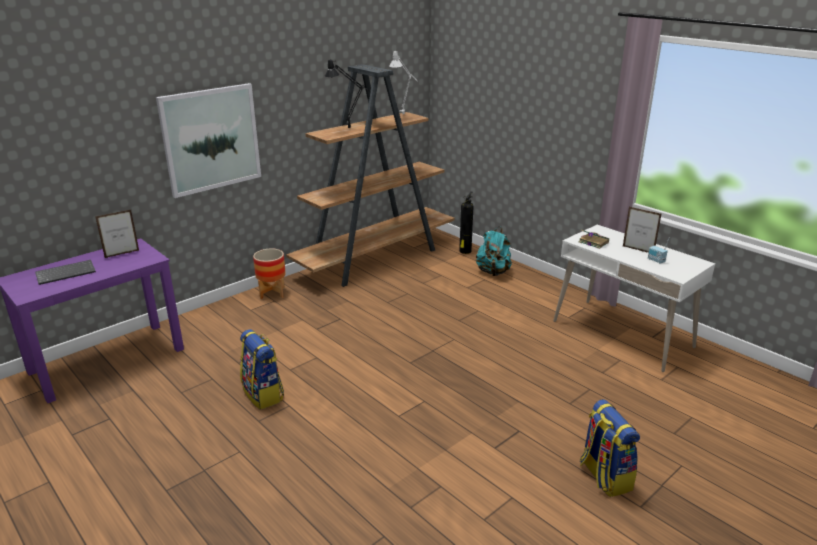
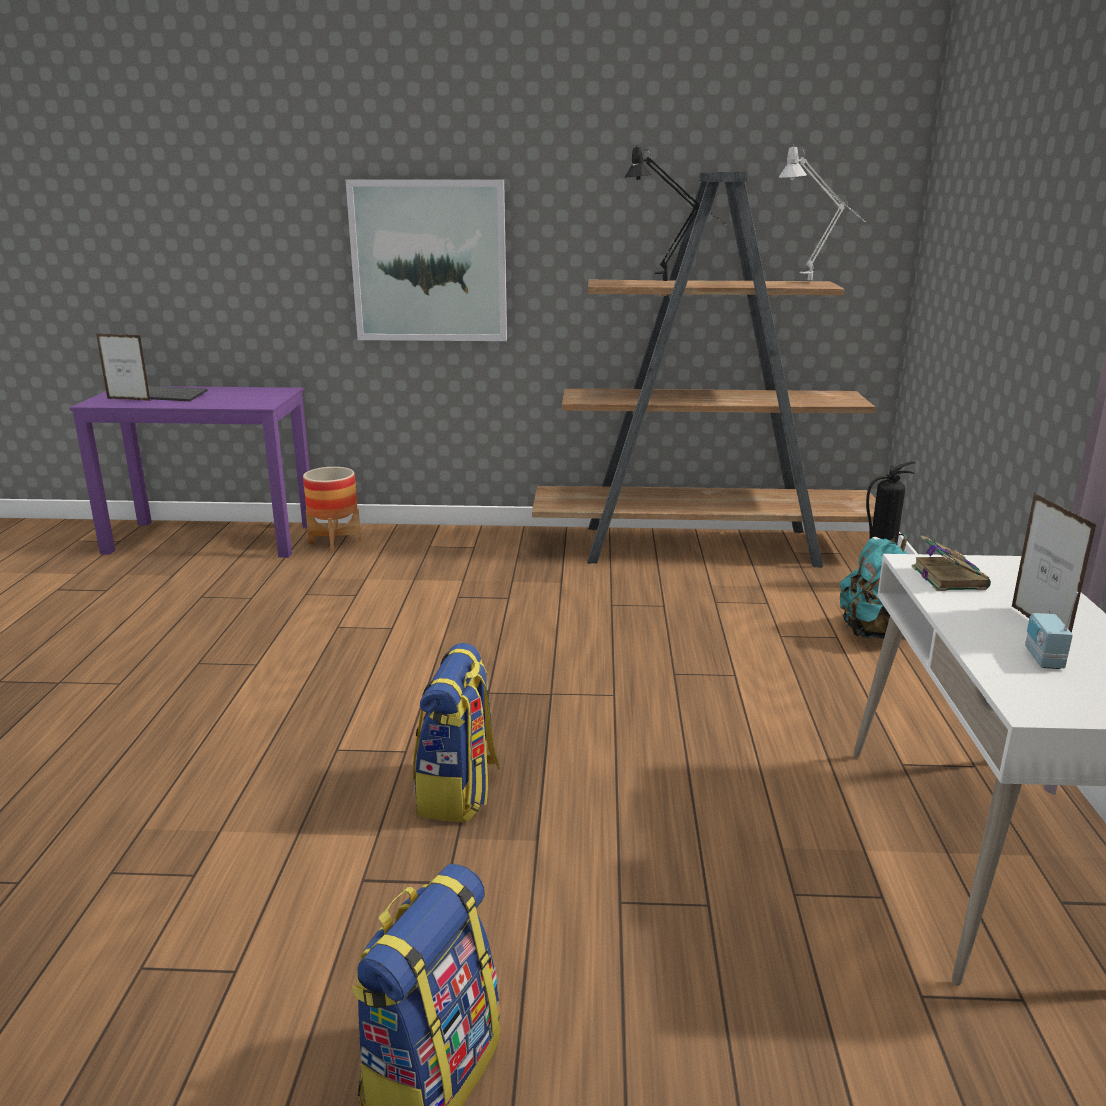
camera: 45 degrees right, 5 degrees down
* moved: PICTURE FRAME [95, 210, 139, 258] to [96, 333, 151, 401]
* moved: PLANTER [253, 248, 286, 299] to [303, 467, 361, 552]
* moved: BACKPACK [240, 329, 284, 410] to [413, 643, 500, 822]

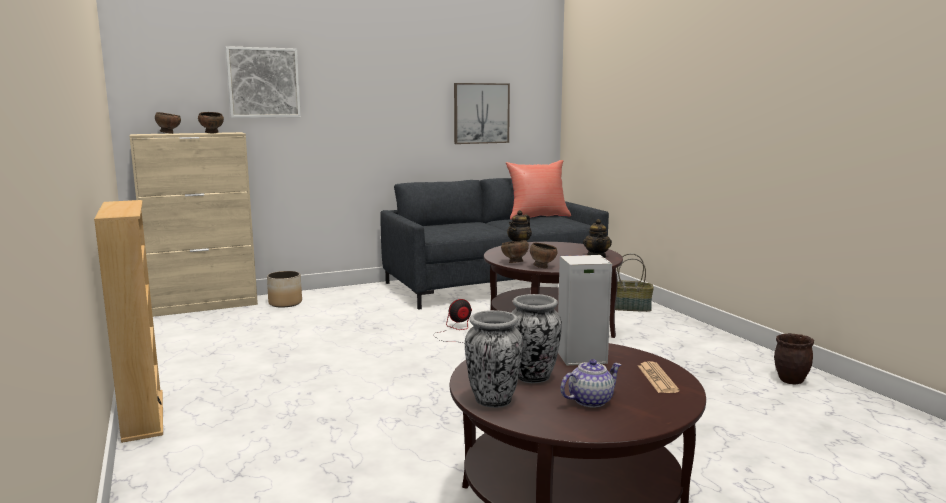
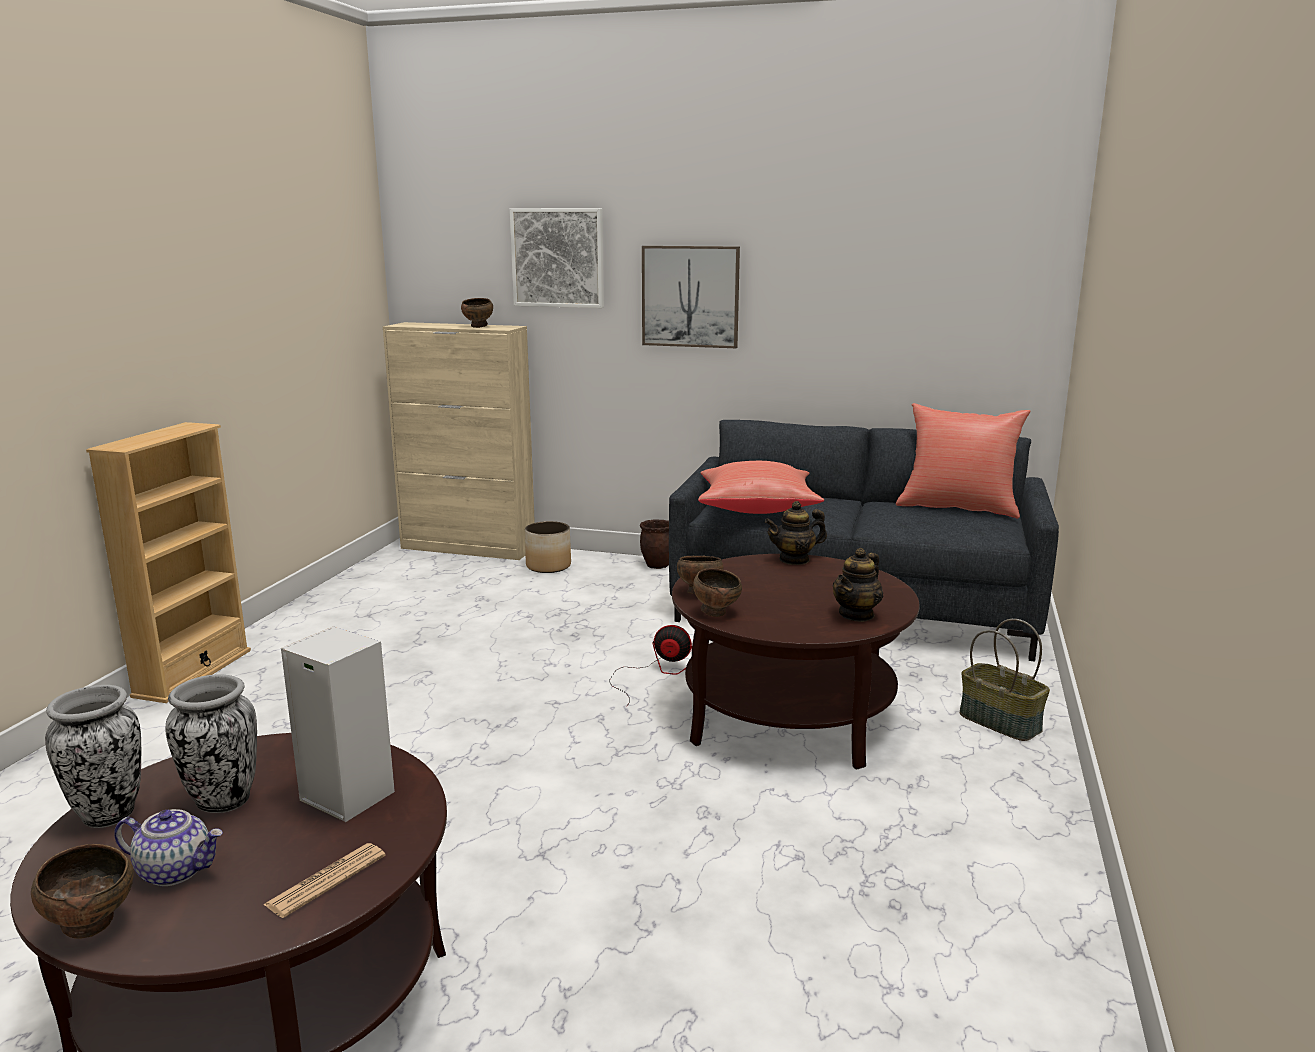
camera: 40 degrees right, 5 degrees up
* moved: PICTURE [454, 83, 510, 144] to [642, 246, 740, 348]
* moved: BROWN BOWL [155, 112, 181, 134] to [31, 844, 134, 939]
* moved: BROWN PLANTER [774, 333, 814, 385] to [640, 519, 669, 569]
* added: RED PILLOW [698, 461, 824, 514]

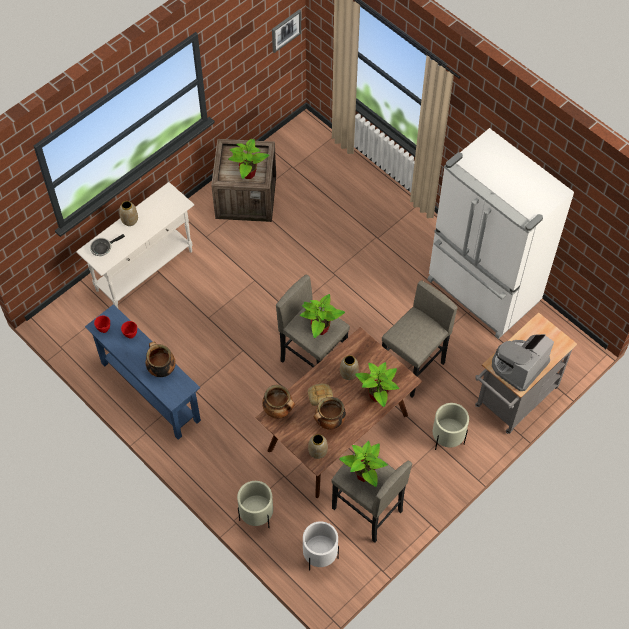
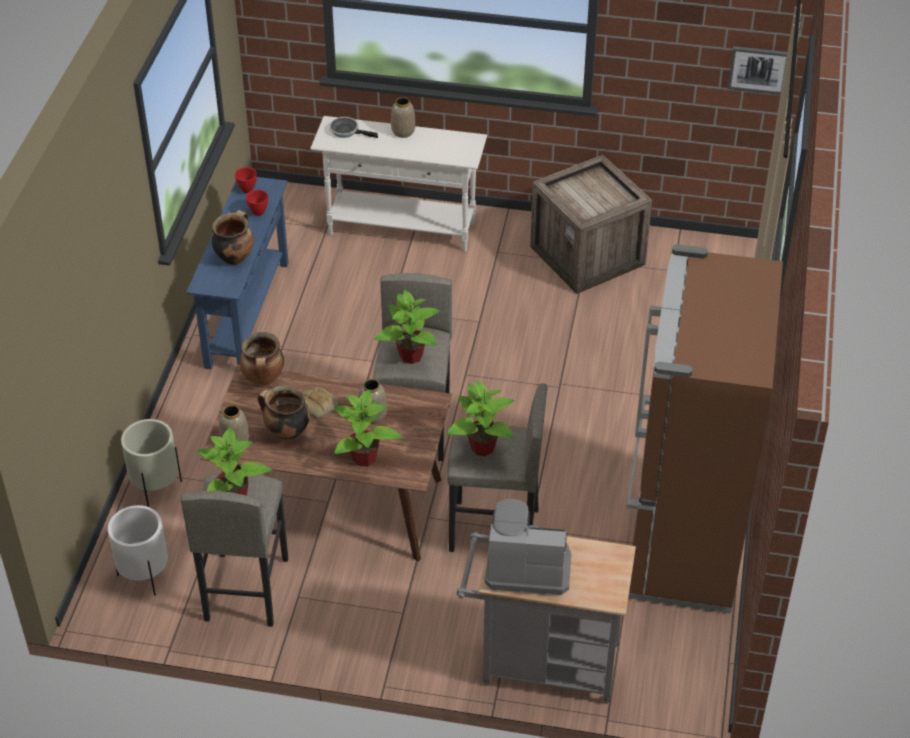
camera: 55 degrees right, 15 degrees down
* recoloured: WHITE FRIDGE [427, 128, 574, 339] to BROWN FRIDGE [626, 244, 783, 614]
* moved: POTTED PLANT [228, 139, 269, 179] to [447, 380, 515, 456]
* removed: BEIGE PLANTER [433, 403, 469, 450]

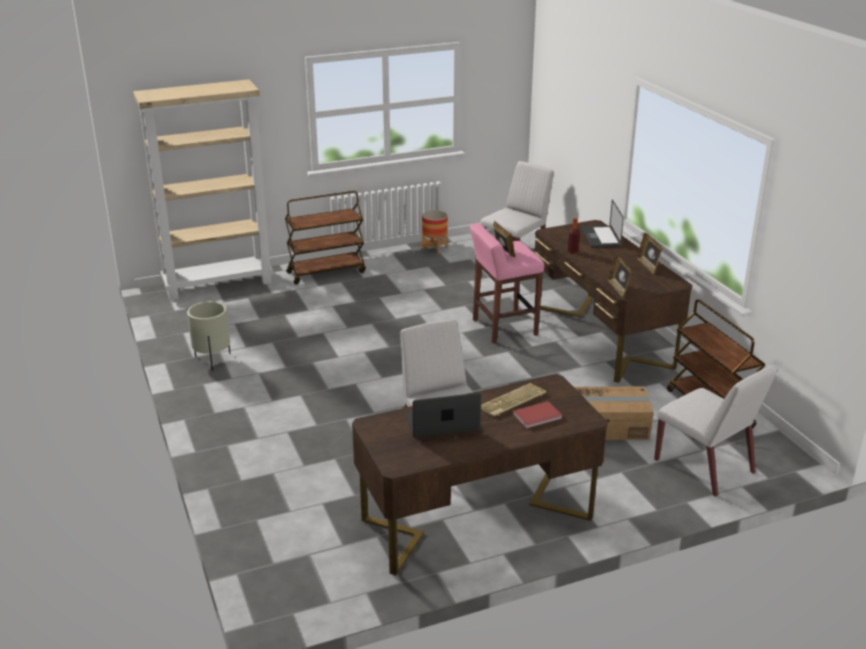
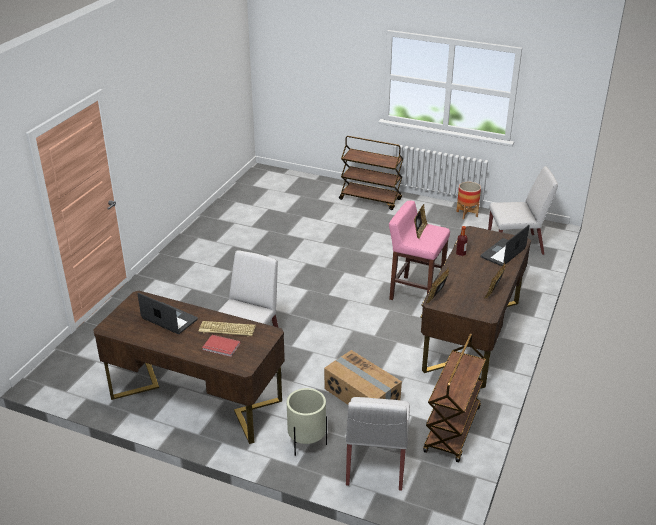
camera: 45 degrees right, 5 degrees up
* removed: BEIGE BOOKCASE [133, 79, 273, 300]
* moved: BEIGE PLANTER [187, 301, 231, 371] to [287, 388, 327, 456]

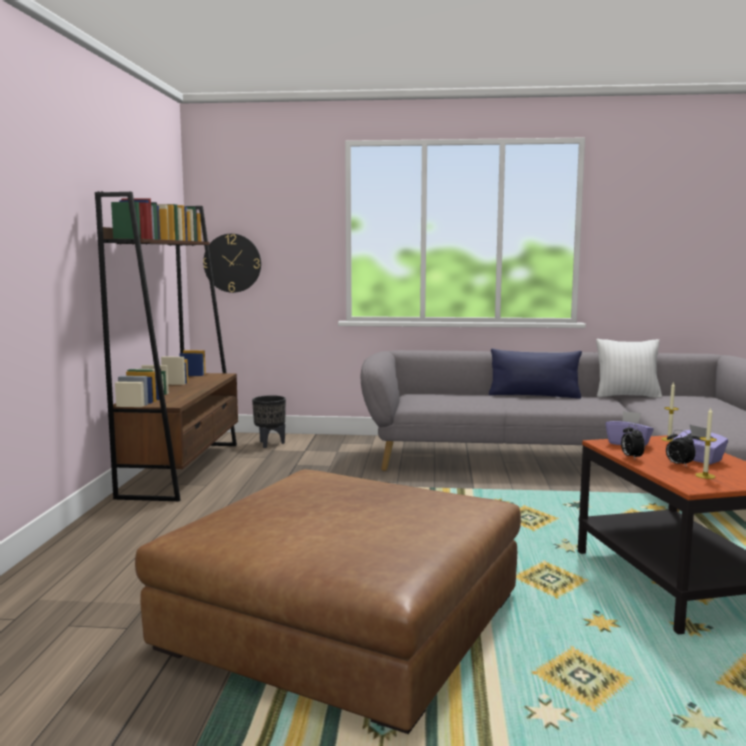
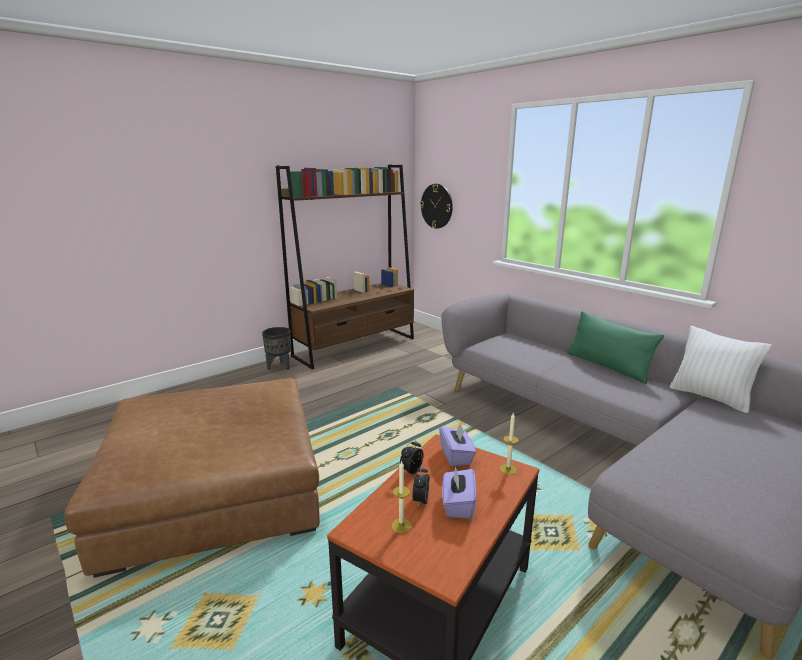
camera: 45 degrees right, 10 degrees up
* recoloured: BLUE PILLOW [489, 349, 582, 399] to GREEN PILLOW [567, 311, 664, 384]
* moved: BLACK PLANTER [252, 395, 286, 448] to [262, 327, 291, 370]

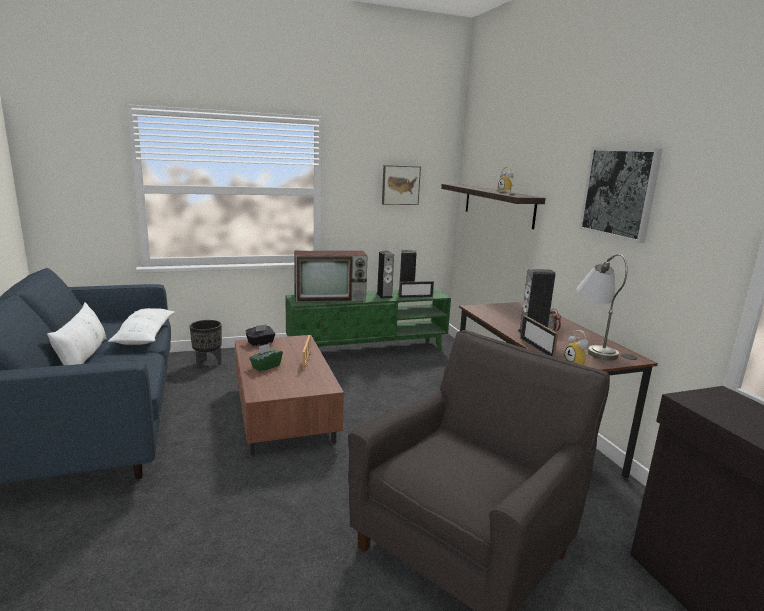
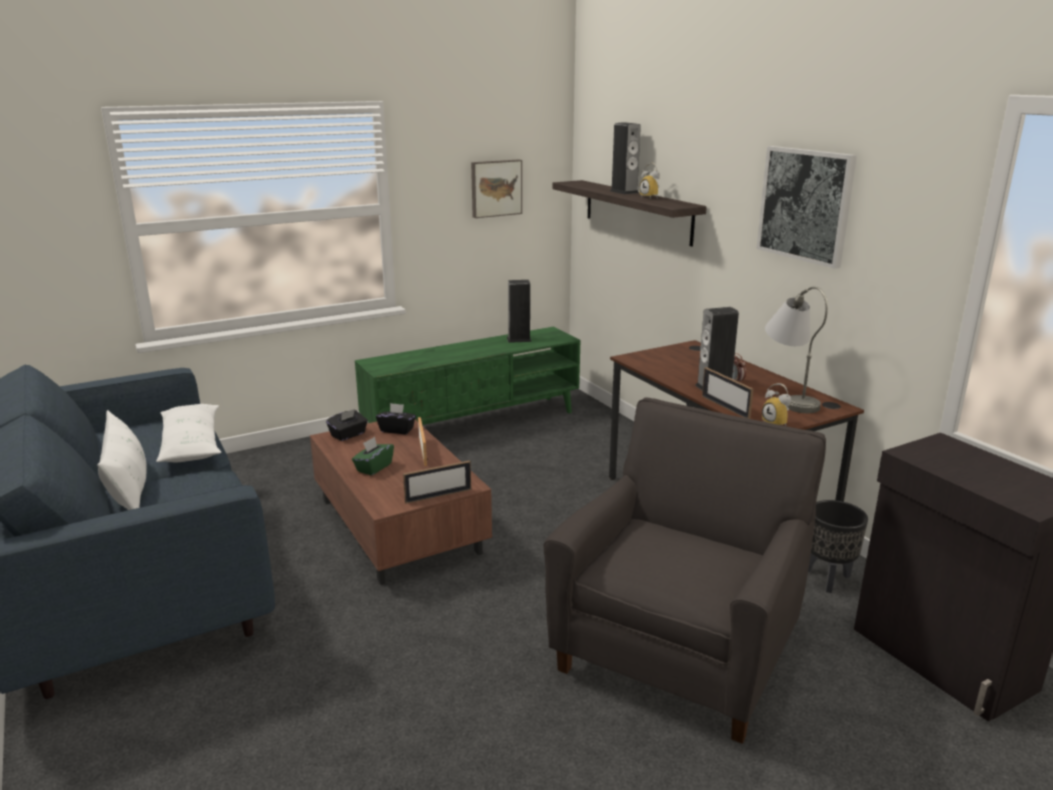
camera: 10 degrees left, 5 degrees up
* removed: TELEVISION [294, 251, 368, 302]
* moved: SPEAKER [376, 251, 394, 298] to [610, 122, 641, 194]
* moved: PICTURE FRAME [399, 281, 434, 298] to [403, 460, 471, 504]
* moved: BLACK PLANTER [190, 320, 222, 369] to [808, 500, 868, 593]
* added: BLACK TISSUE BOX [376, 403, 416, 434]

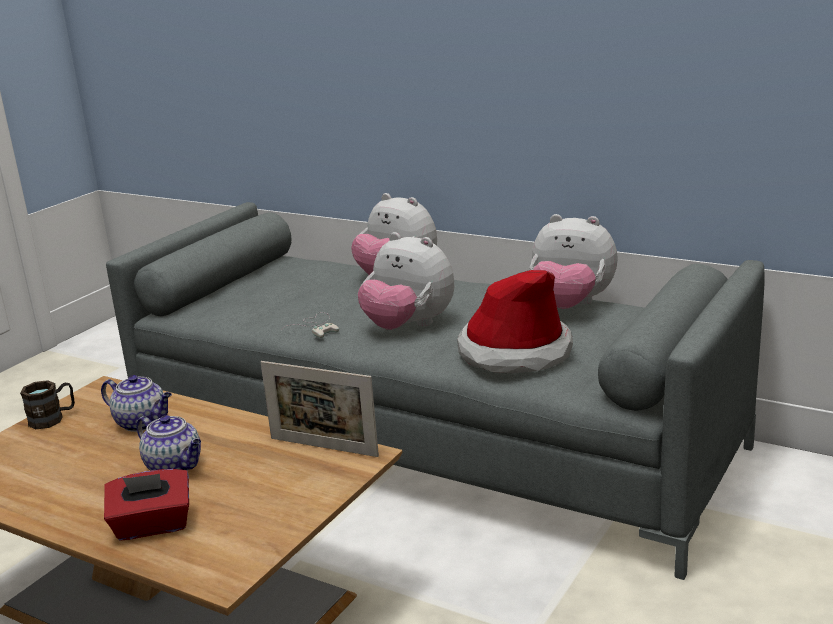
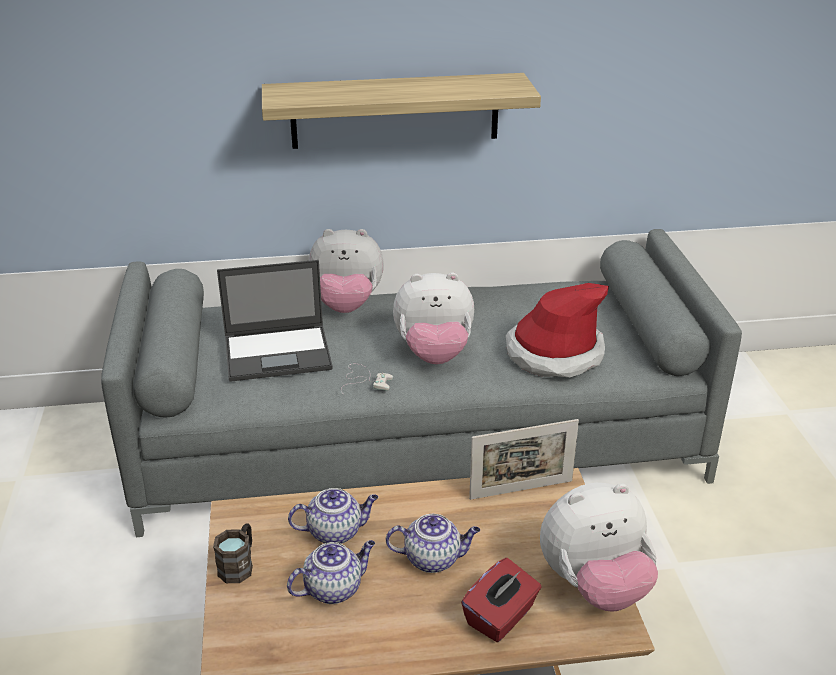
camera: 40 degrees left, 10 degrees up
* moved: PLUSH TOY [530, 214, 618, 309] to [540, 483, 658, 612]
* added: SHELF [262, 73, 541, 149]
* added: LAPTOP [217, 260, 333, 382]
* added: TEAPOT [287, 540, 375, 604]

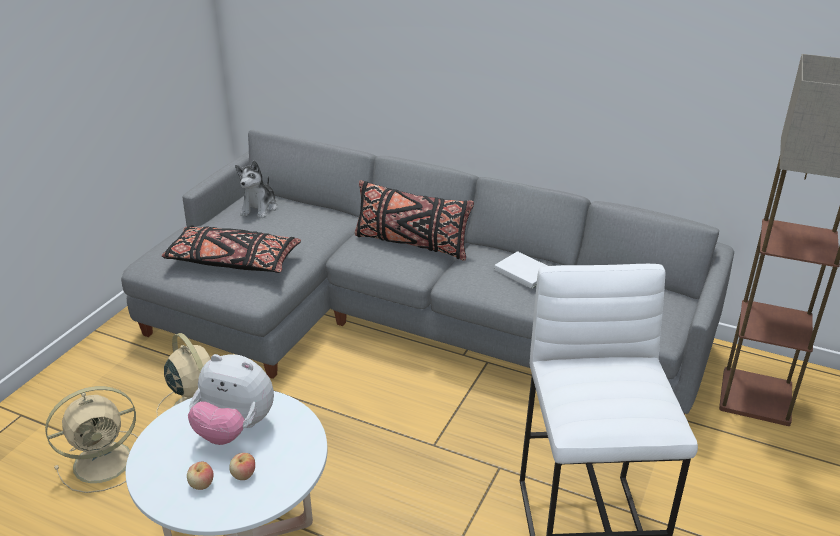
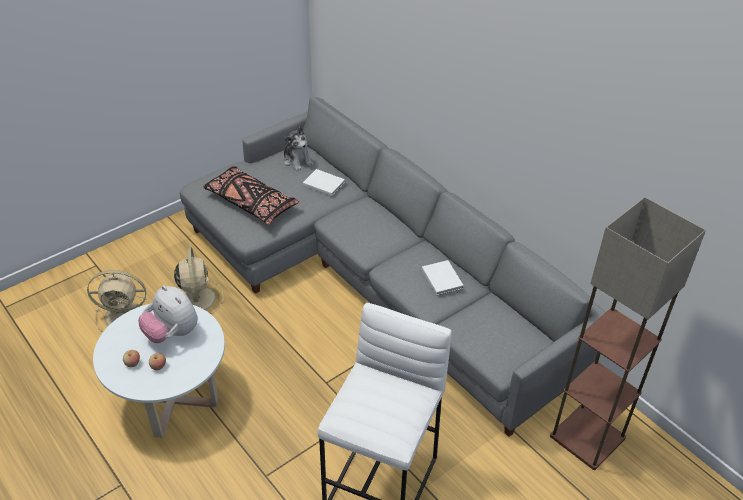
camera: 25 degrees right, 10 degrees up
* turned: PLUSH TOY [235, 160, 277, 218] = [283, 127, 313, 171] 75 degrees counterclockwise
* removed: BLACK PILLOW [355, 180, 474, 261]
* added: WHITE BOOK [303, 169, 345, 196]

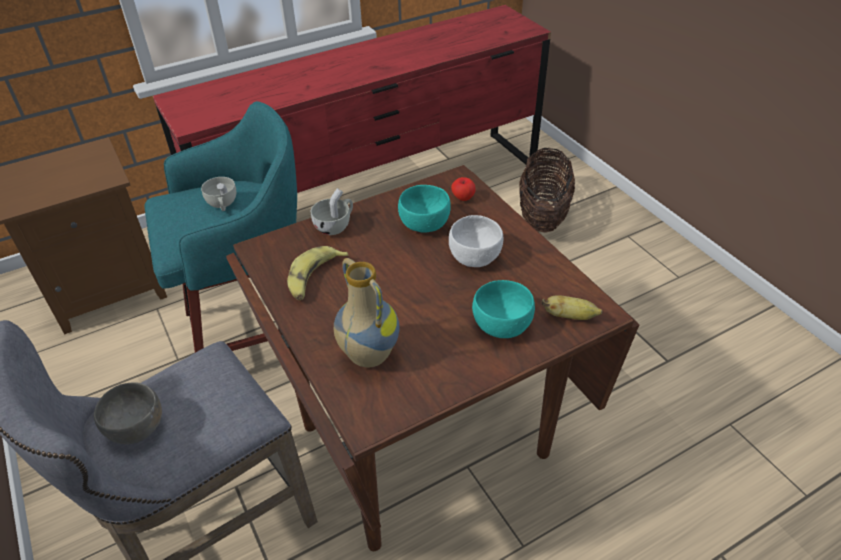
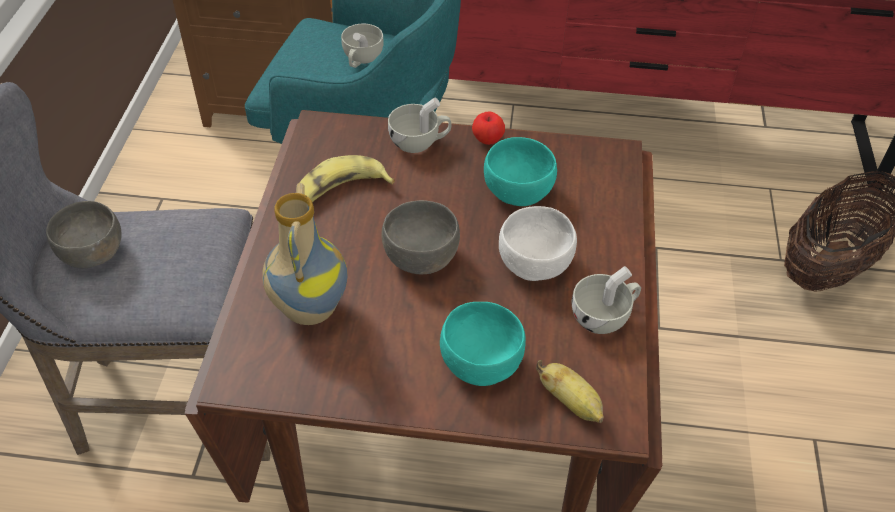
camera: 35 degrees right, 5 degrees up
* moved: APPLE [451, 177, 476, 201] to [472, 111, 505, 145]
* added: GREY BOWL [381, 200, 460, 274]
* added: WHITE CUP [572, 266, 641, 334]

